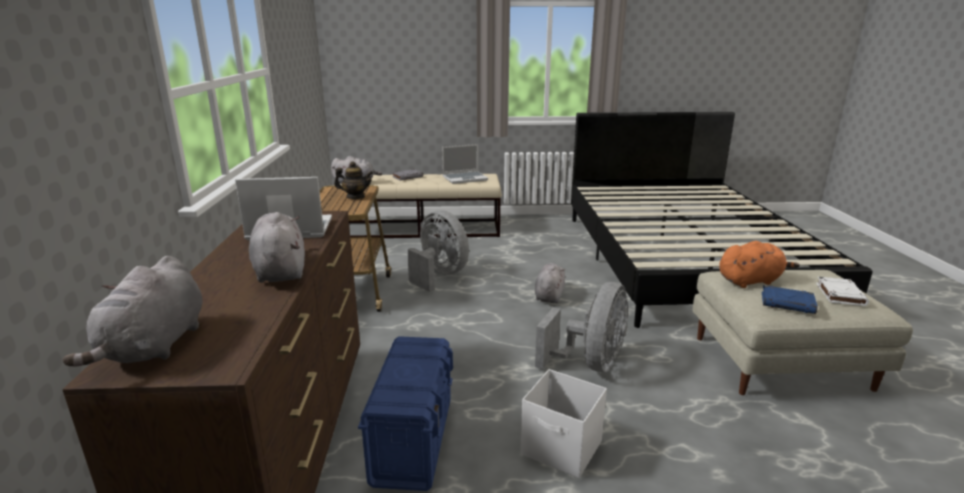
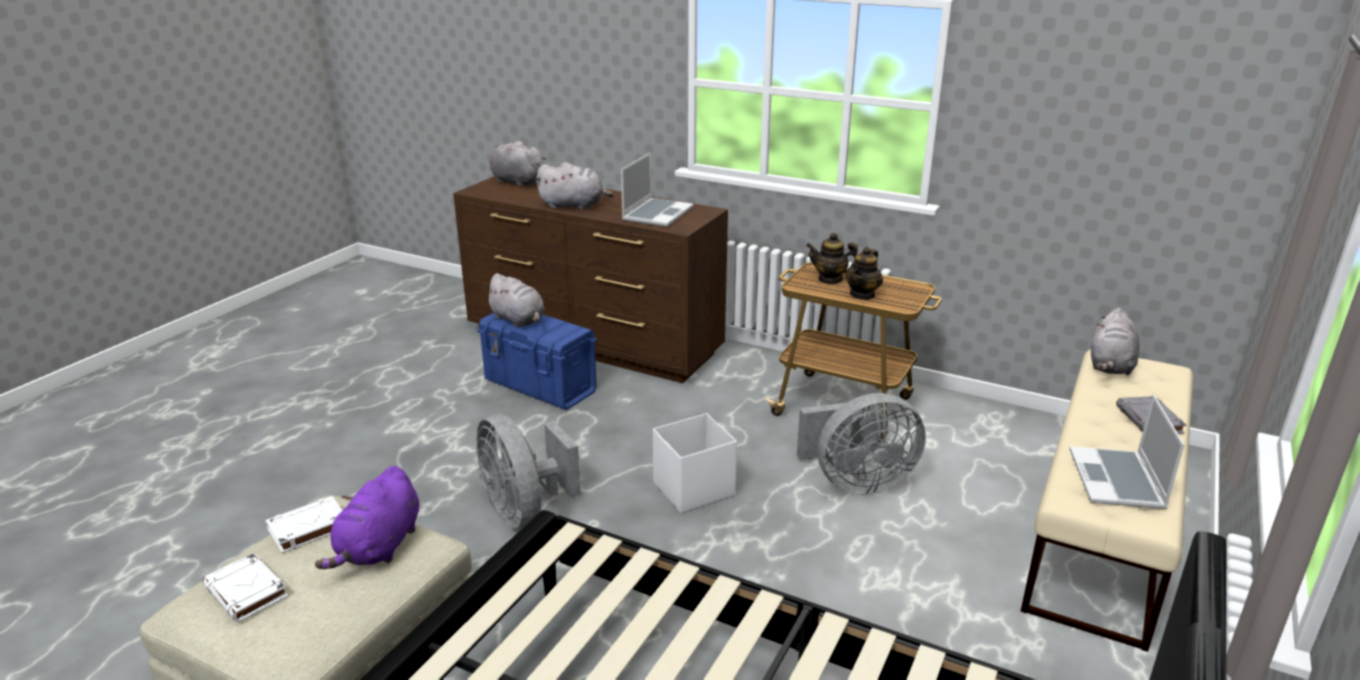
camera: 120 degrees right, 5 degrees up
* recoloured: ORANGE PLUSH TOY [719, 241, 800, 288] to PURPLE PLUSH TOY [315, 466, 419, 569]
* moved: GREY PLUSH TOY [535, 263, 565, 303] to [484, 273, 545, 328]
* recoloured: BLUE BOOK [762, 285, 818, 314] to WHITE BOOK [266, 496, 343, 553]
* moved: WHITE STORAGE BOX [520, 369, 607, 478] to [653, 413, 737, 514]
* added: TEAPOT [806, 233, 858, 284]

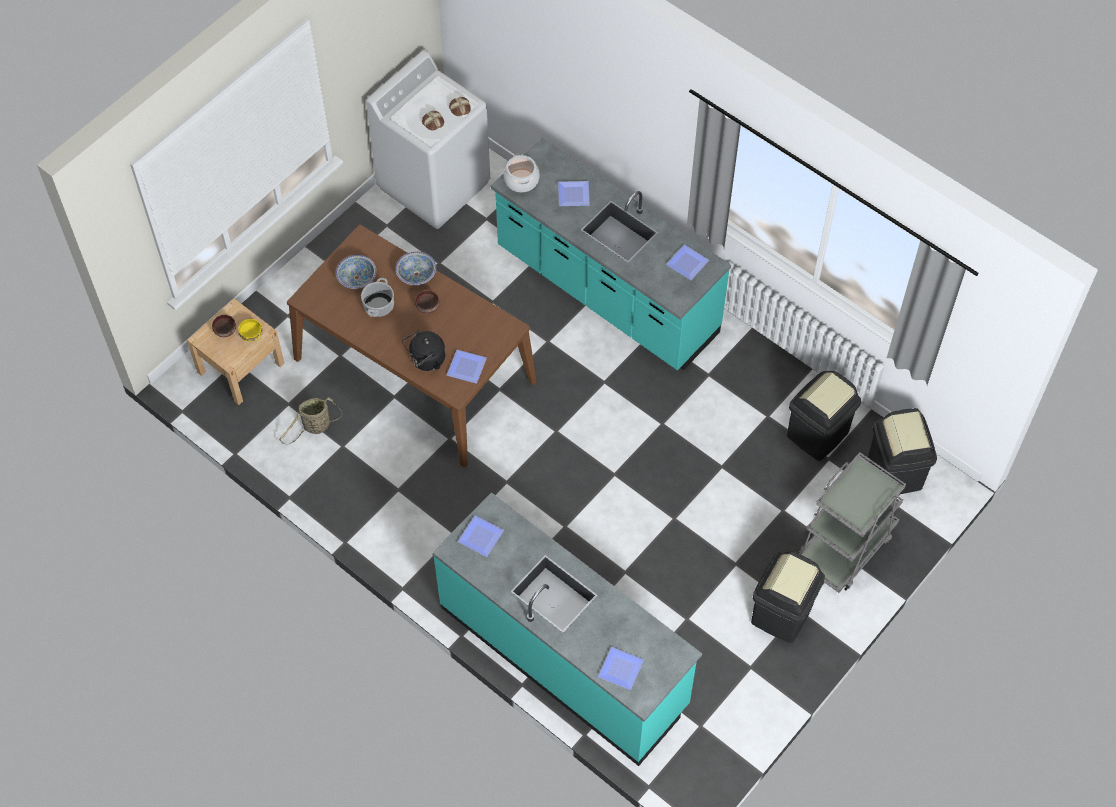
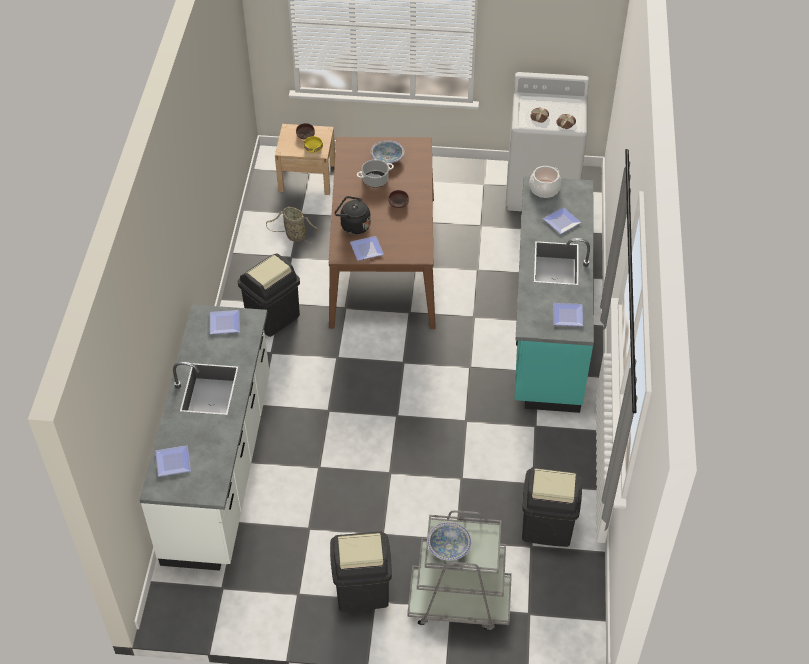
camera: 55 degrees right, 10 degrees down
* moved: BOWL [396, 251, 436, 285] to [427, 522, 471, 561]
* moved: BLACK TRASH CAN [868, 408, 937, 494] to [238, 253, 300, 337]
* recoloured: TURQUOISE COUNTER [432, 492, 702, 766] to WHITE COUNTER [139, 305, 270, 571]

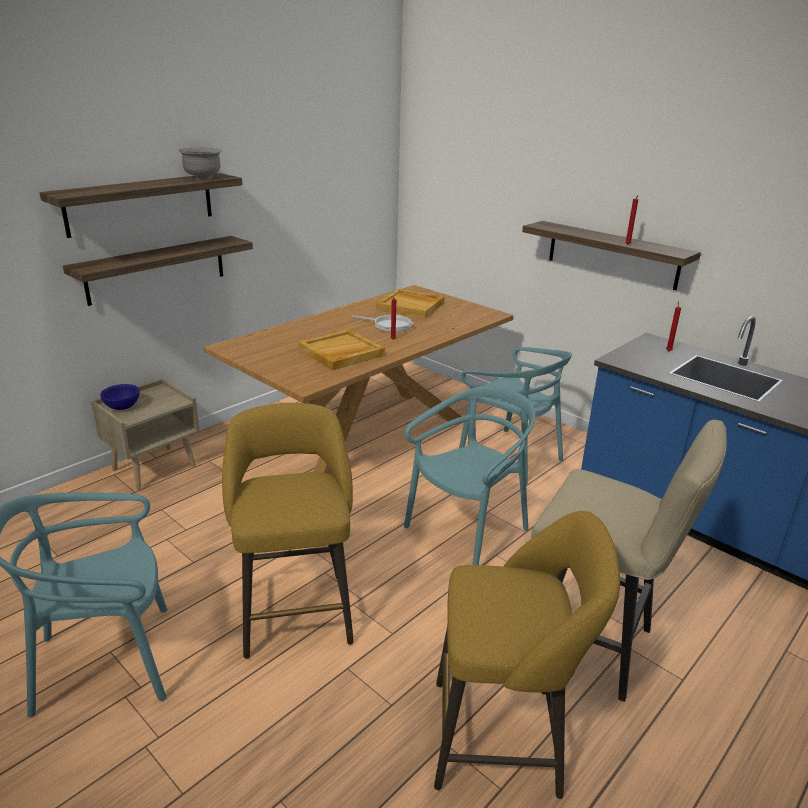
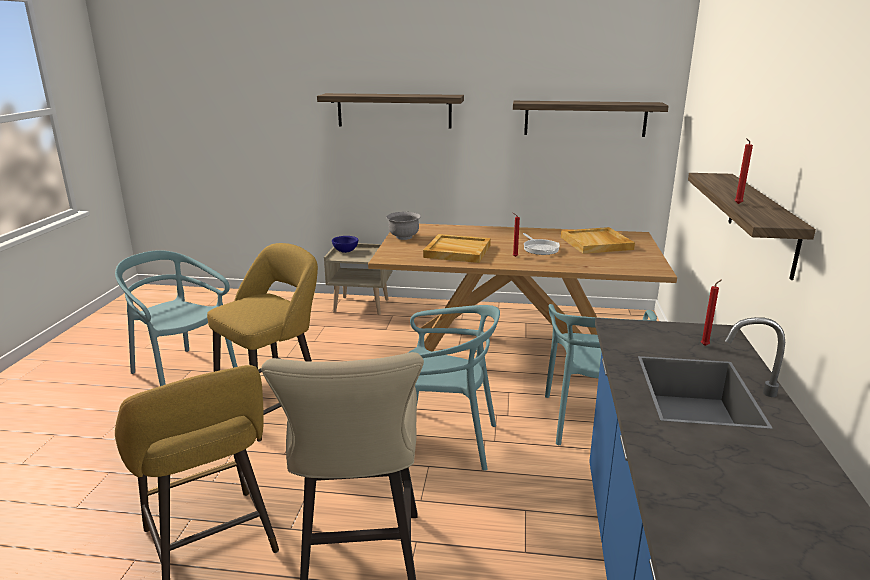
camera: 55 degrees right, 5 degrees down
* moved: GREY BOWL [179, 148, 222, 180] to [386, 212, 421, 240]
* moved: SHELF [63, 236, 253, 306] to [513, 101, 669, 137]

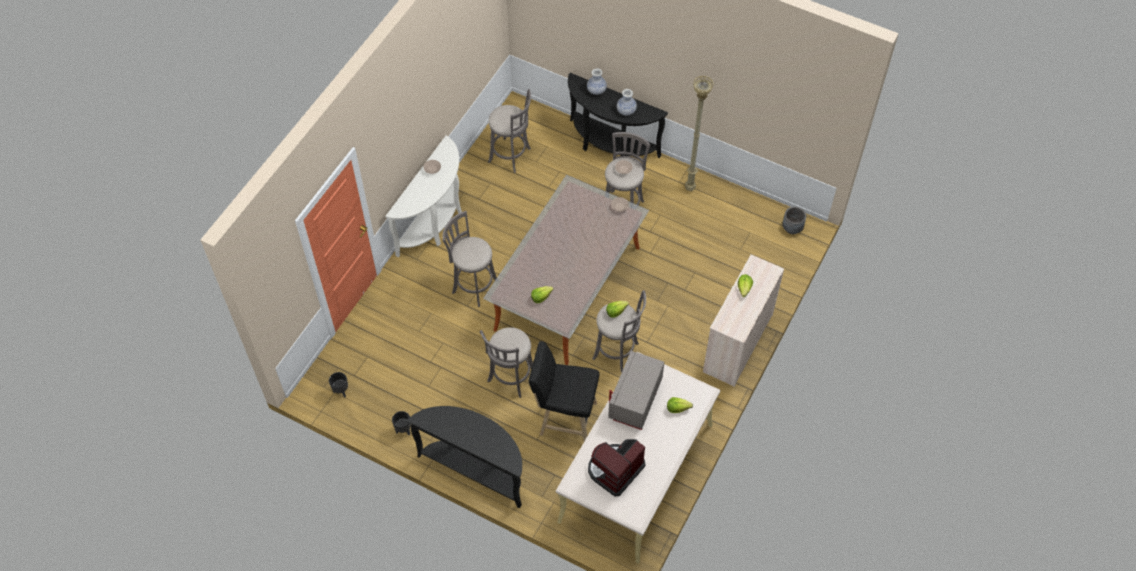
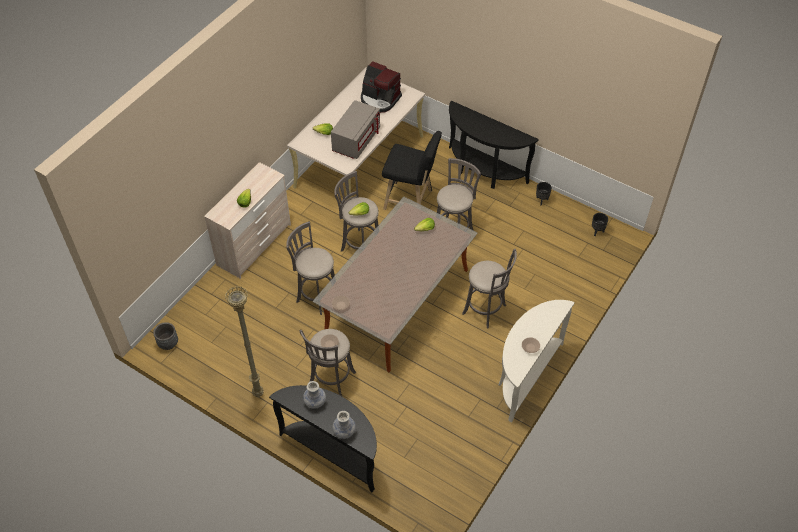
camera: 175 degrees left, 5 degrees down
* moved: GREY STOOL [488, 89, 531, 173] to [286, 221, 335, 315]
* turned: COFFEE MACHINE [588, 439, 645, 497] = [361, 61, 402, 113] 75 degrees clockwise

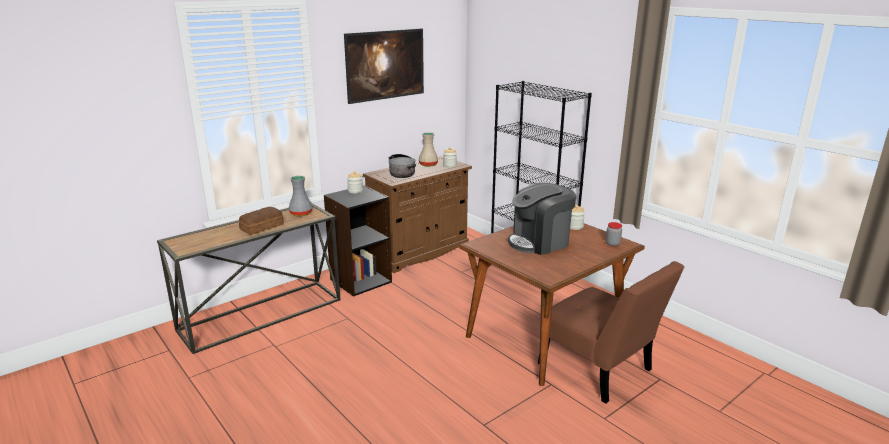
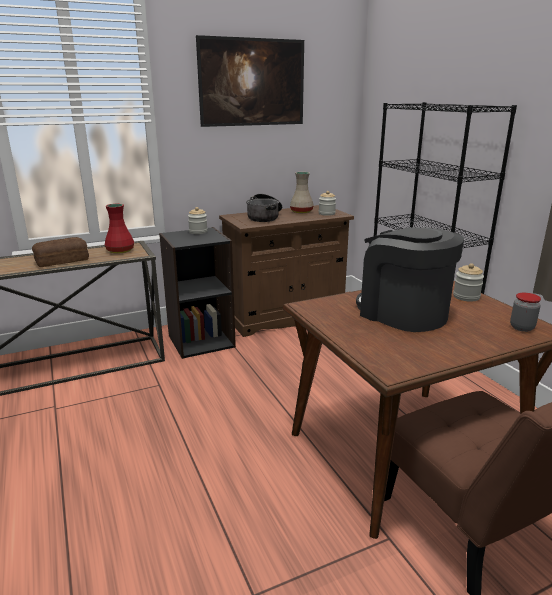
camera: 15 degrees right, 0 degrees up
* recoloured: GREY VASE [289, 176, 313, 217] to RED VASE [105, 204, 134, 254]
* turned: COFFEE MACHINE [508, 183, 576, 255] = [356, 227, 464, 332] 60 degrees clockwise

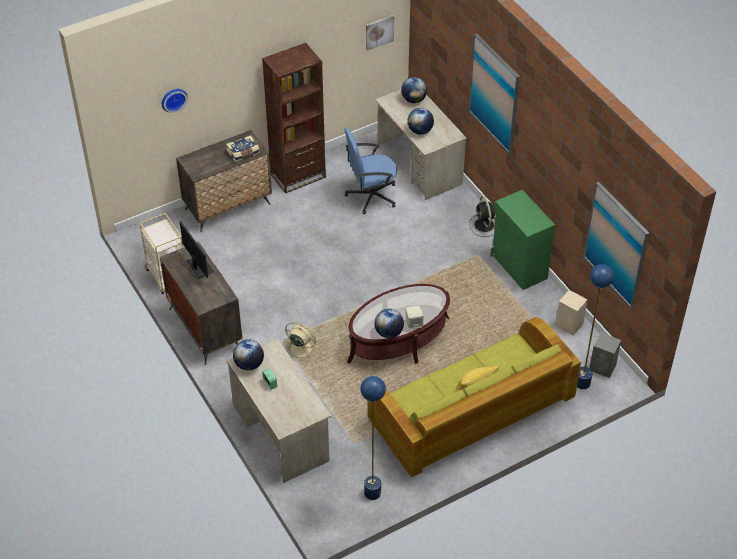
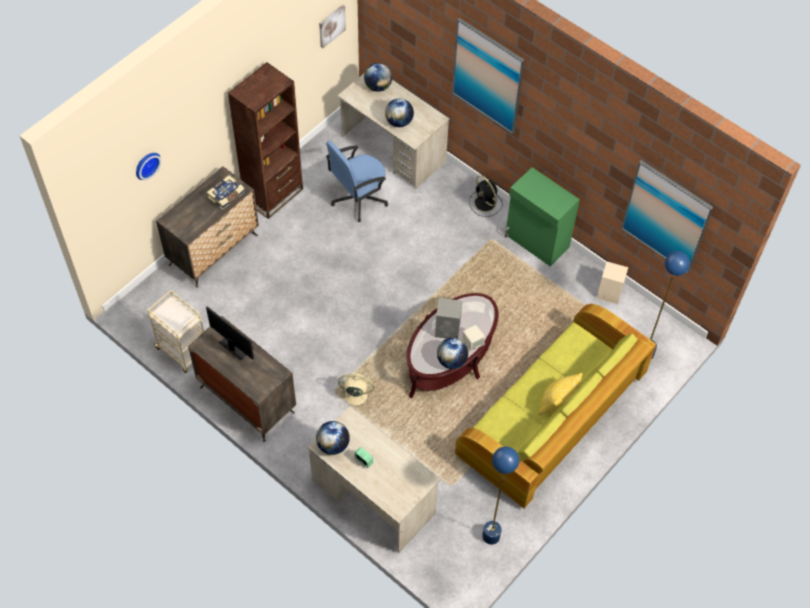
camera: 20 degrees left, 10 degrees up
* moved: GREY SPEAKER [589, 333, 621, 378] to [435, 298, 462, 339]

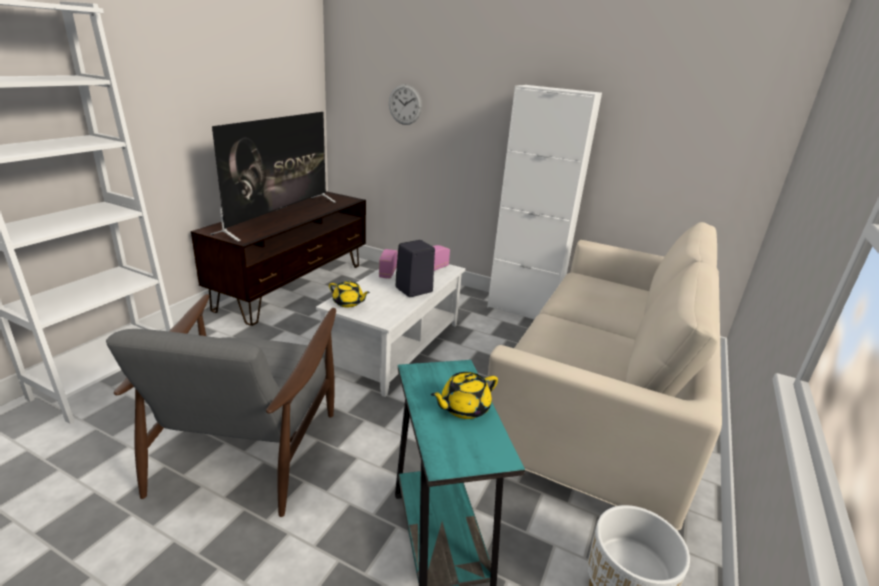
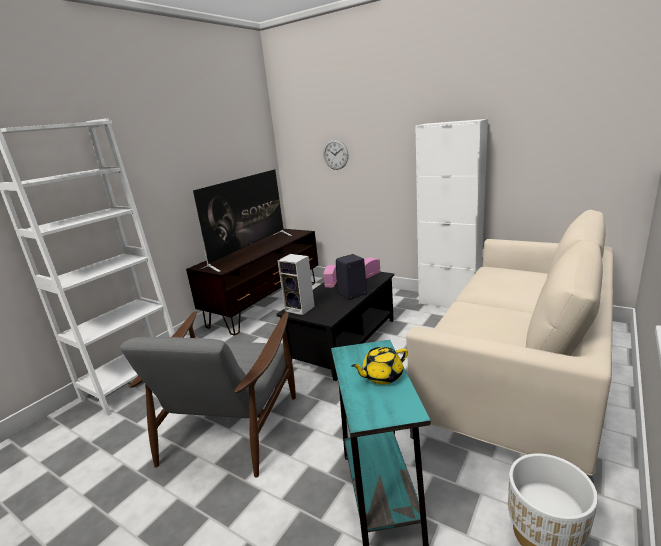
camera: 10 degrees right, 5 degrees down
* recoloured: WHITE COFFEE TABLE [316, 264, 465, 397] to BLACK COFFEE TABLE [276, 272, 394, 381]
* replaced: YELLOW TEAPOT [329, 281, 370, 307] to SPEAKER [277, 254, 315, 315]

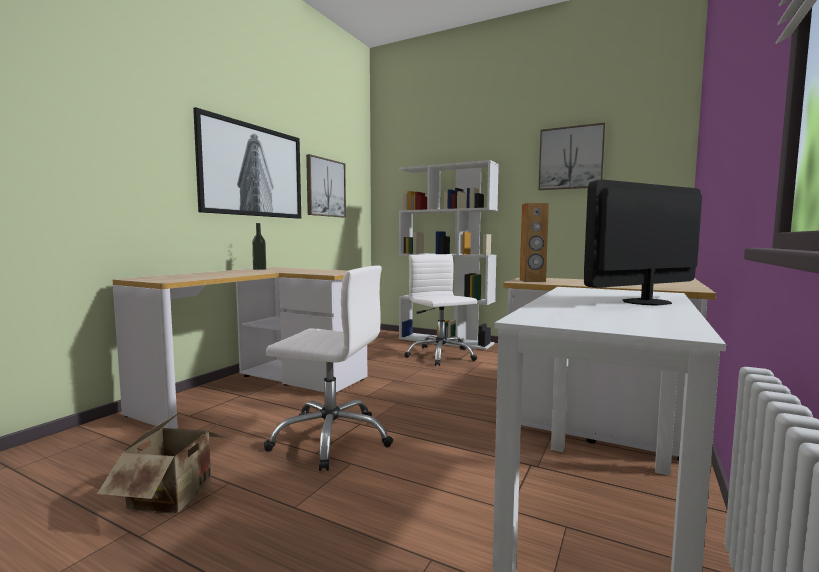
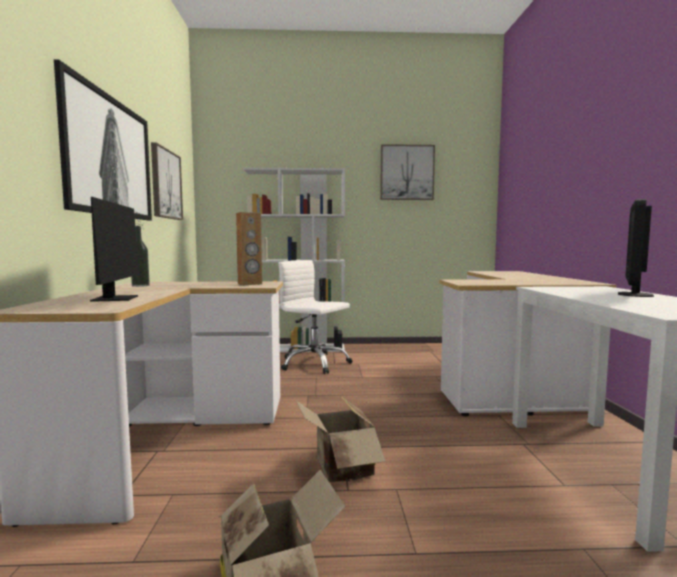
camera: 30 degrees left, 0 degrees up
* moved: BROWN SPEAKER [520, 203, 549, 282] to [236, 212, 262, 285]
* replaced: WHITE OFFICE CHAIR [264, 265, 393, 471] to CARDBOARD BOX [296, 396, 385, 482]
* added: MONITOR [90, 197, 143, 302]

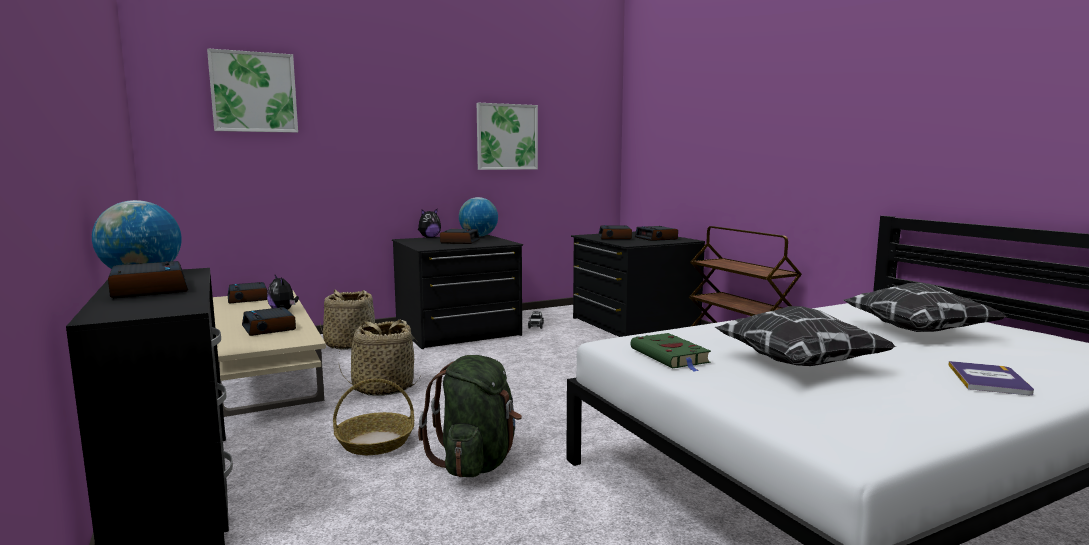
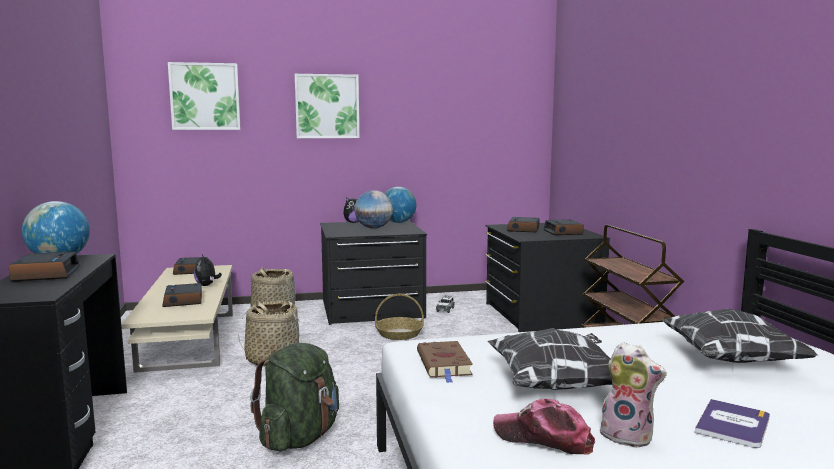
camera: 15 degrees right, 0 degrees up
* moved: PICTURE [477, 103, 538, 170] to [294, 74, 359, 138]
* replaced: ALARM CLOCK [440, 229, 480, 244] to GLOBE [355, 190, 393, 229]
* recoloured: GREEN BOOK [631, 333, 711, 372] to BROWN BOOK [417, 341, 473, 383]
* moved: BASKET [333, 379, 414, 455] to [375, 294, 424, 340]
* added: PLUSH TOY [600, 342, 667, 448]
* added: CAP [493, 399, 595, 455]

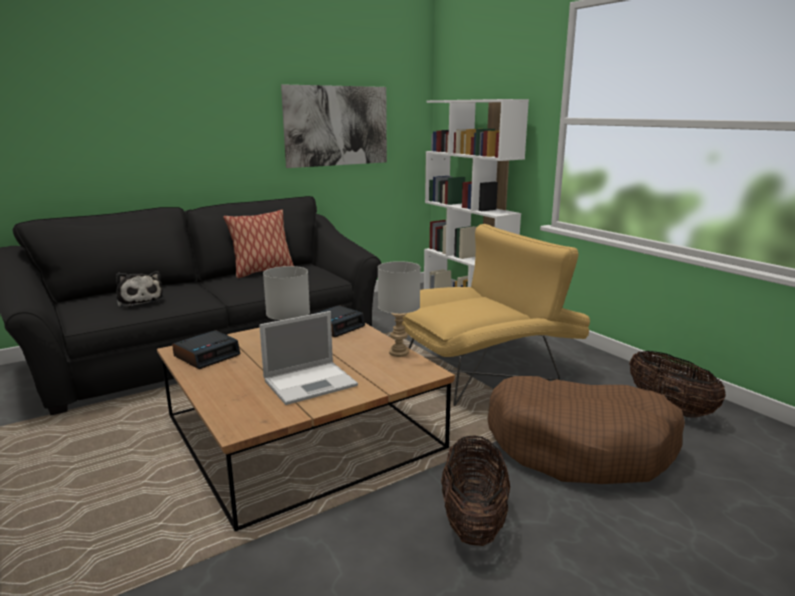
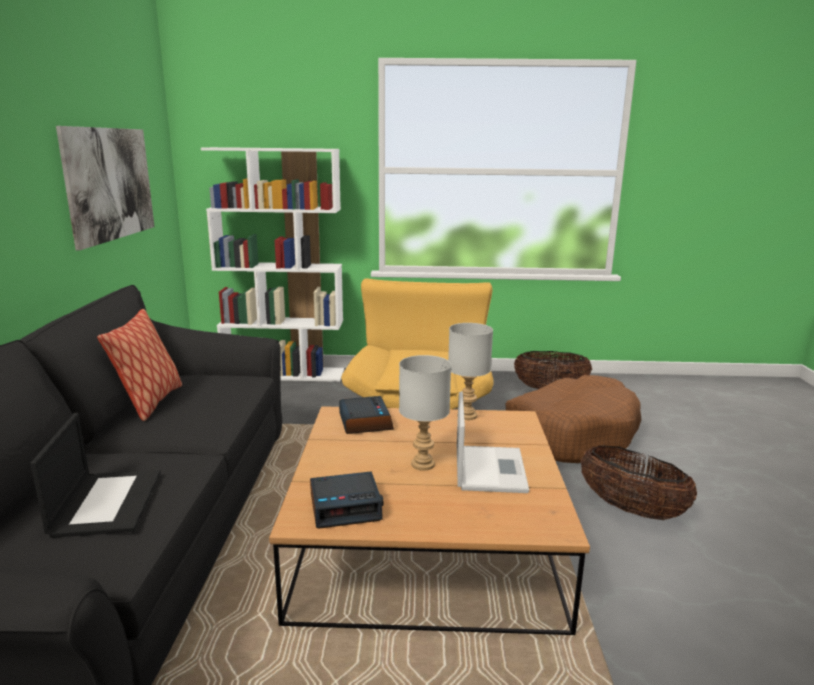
camera: 55 degrees left, 0 degrees up
* replaced: PLUSH TOY [116, 271, 164, 308] to LAPTOP [30, 413, 161, 538]
* turned: ALARM CLOCK [172, 330, 240, 369] = [310, 471, 384, 529] 90 degrees clockwise

